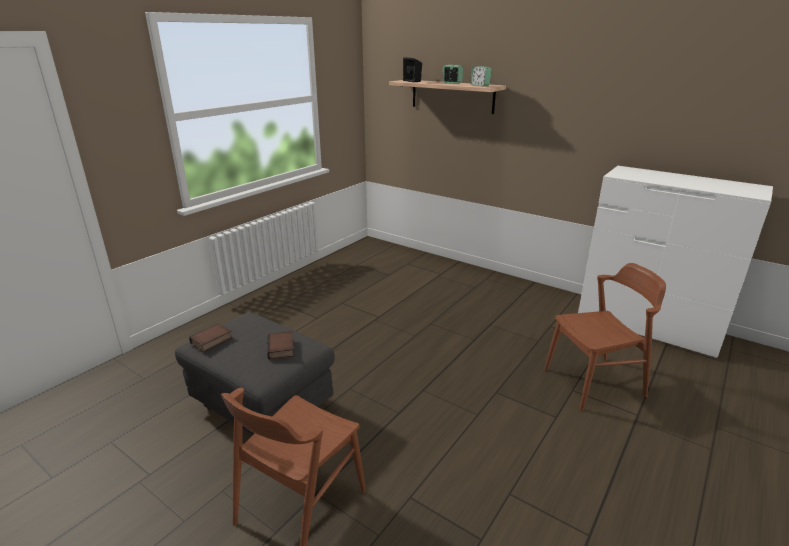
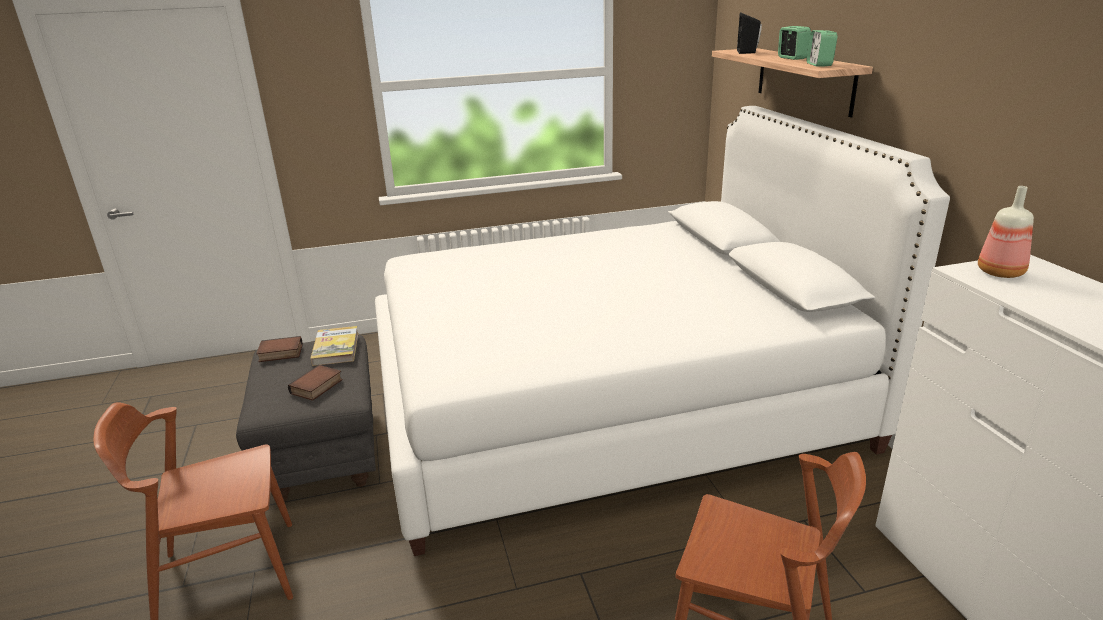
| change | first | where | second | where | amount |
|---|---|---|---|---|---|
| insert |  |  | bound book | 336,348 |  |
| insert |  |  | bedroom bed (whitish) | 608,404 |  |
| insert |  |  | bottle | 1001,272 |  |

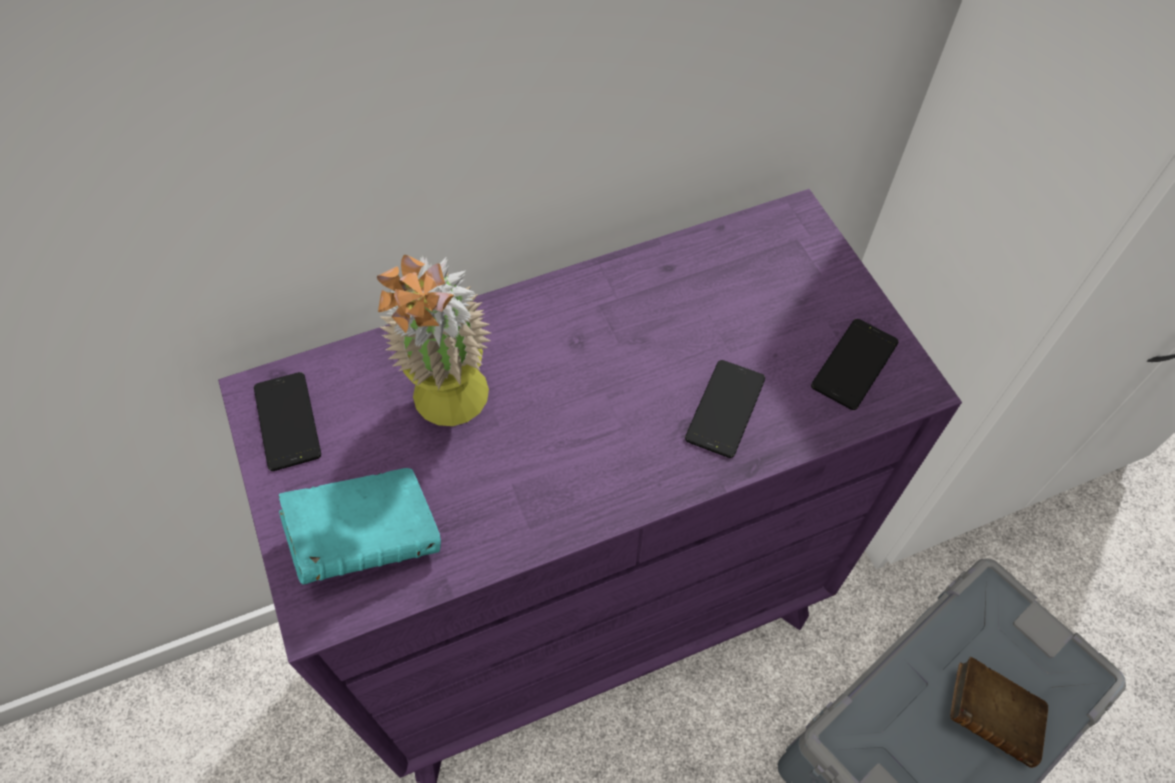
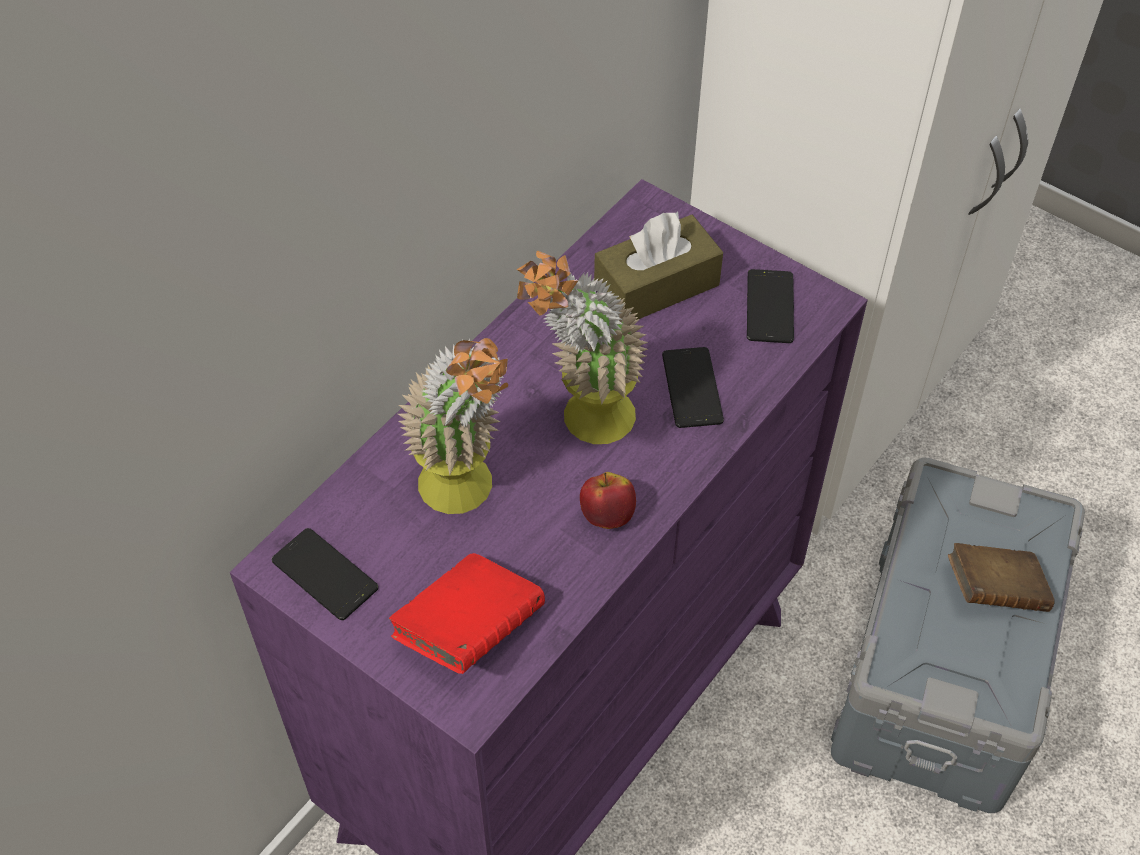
| change | first | where | second | where | amount |
|---|---|---|---|---|---|
| recolor | bound book (turquoise) | 367,539 | bound book (red) | 469,630 |  |
| insert |  |  | plant in a pot | 583,425 |  |
| insert |  |  | apple fruit | 607,515 |  |
| insert |  |  | tissue holder (brownish) | 656,286 |  |

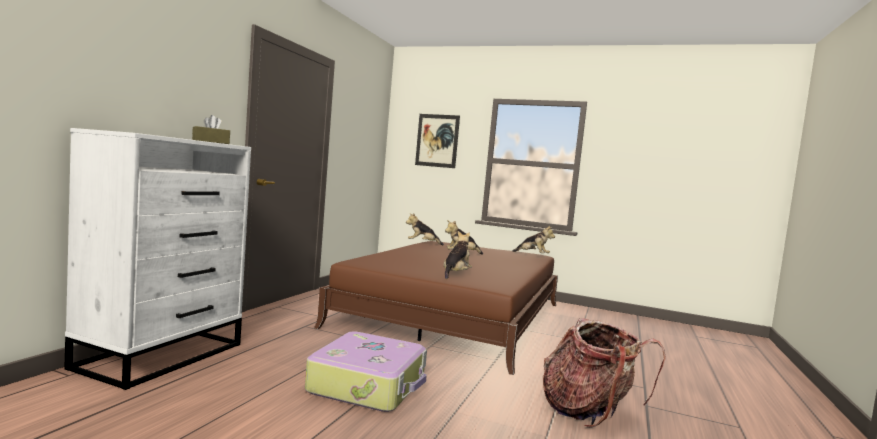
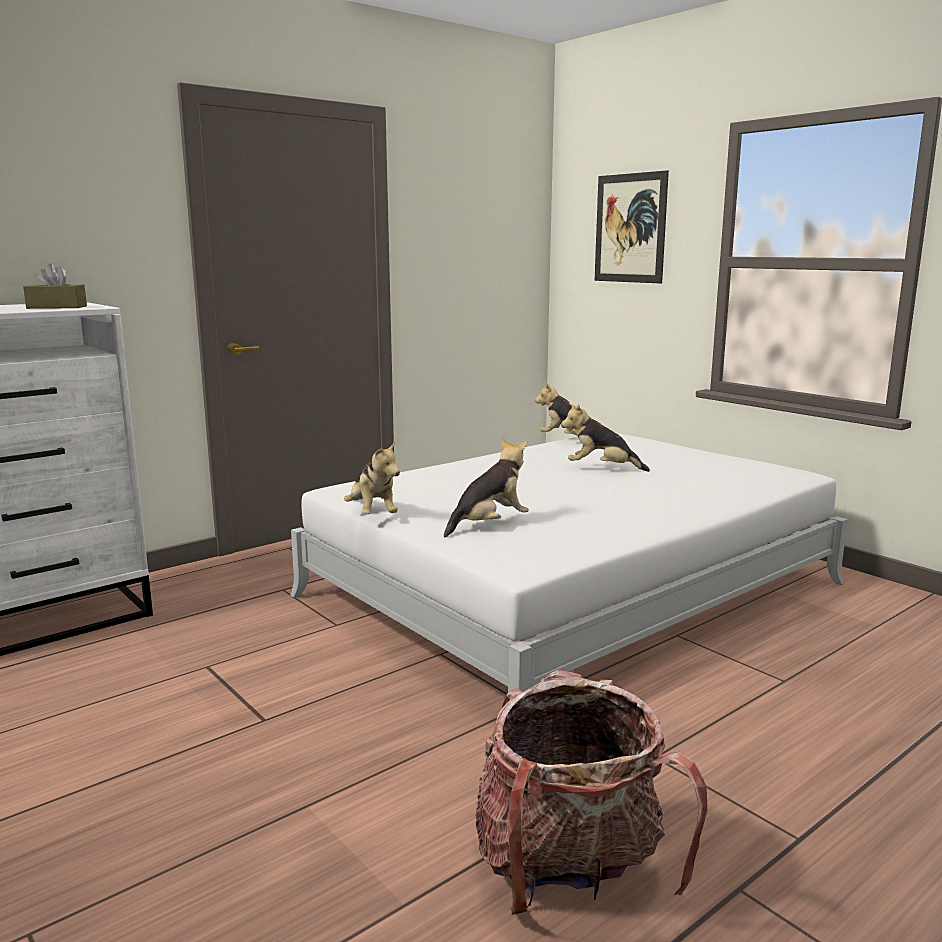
| change | first | where | second | where | amount |
|---|---|---|---|---|---|
| recolor | bedroom bed (brownish) | 454,315 | bedroom bed (whitish) | 572,589 |  |
| move | soft toy | 532,255 |  | 372,514 |  |
| delete | suitcase | 369,385 |  |  |  |

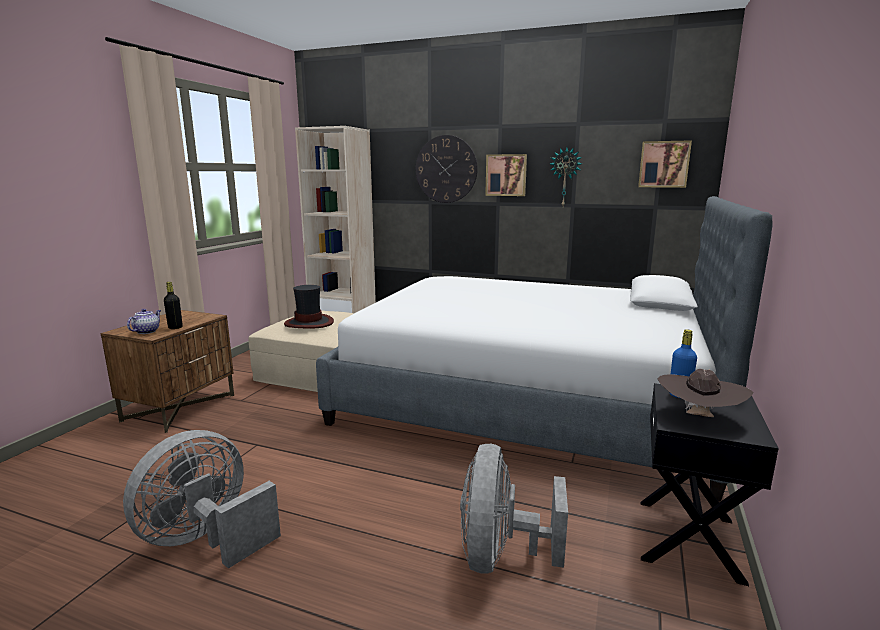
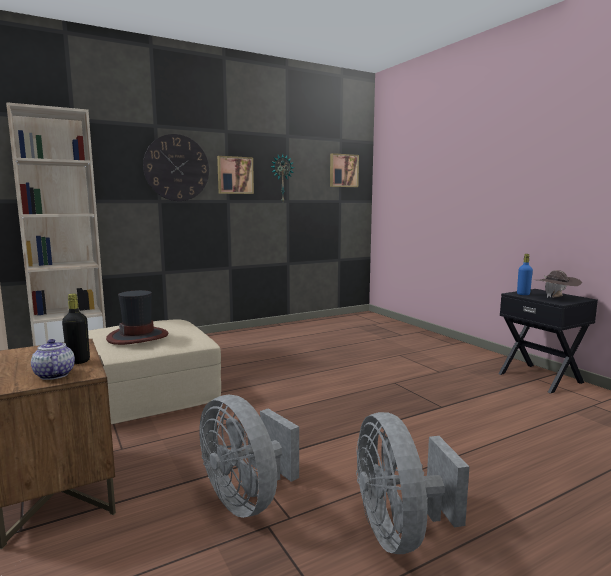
| change | first | where | second | where | amount |
|---|---|---|---|---|---|
| move | fan (greyish) | 501,555 |  | 247,499 |  |
| delete | bedroom bed | 525,401 |  |  |  |

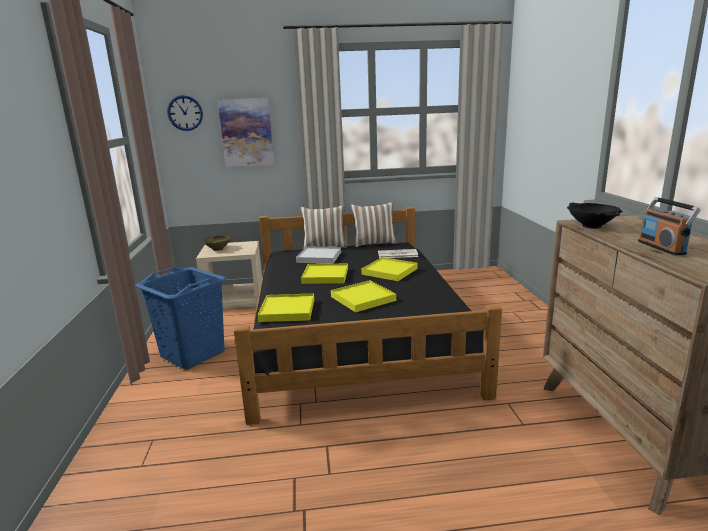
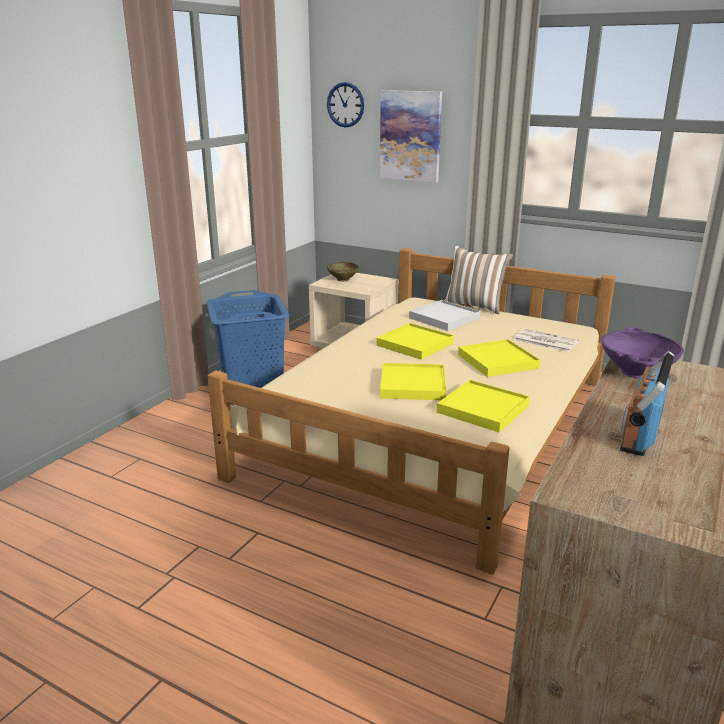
| change | first | where | second | where | amount |
|---|---|---|---|---|---|
| recolor | bedroom bed (blackish) | 354,331 | bedroom bed (sand-coloured) | 433,426 |  |
| move | carrying tray (yellow-coloured) | 287,310 |  | 483,409 |  |
| recolor | serving bowl (blackish) | 591,226 | serving bowl (purple-coloured) | 636,372 |  |
| delete | pillow | 374,243 |  |  |  |

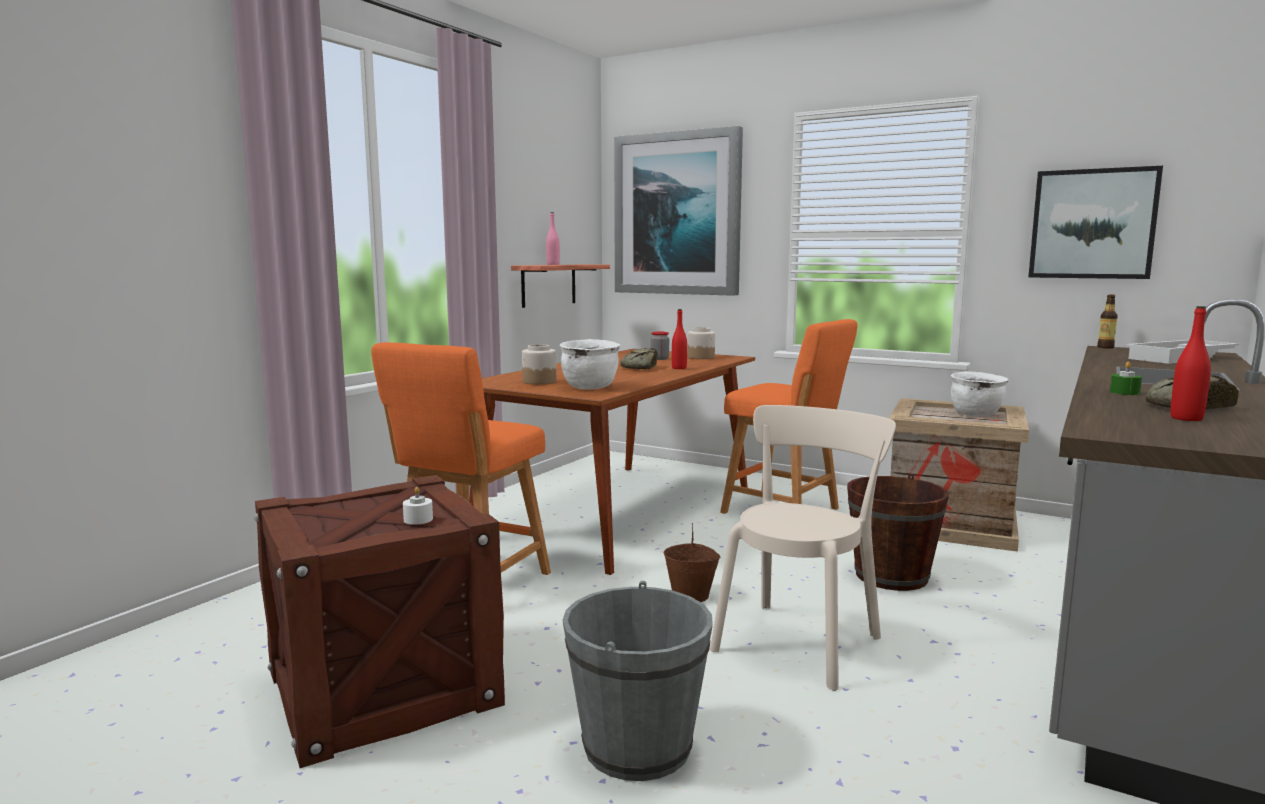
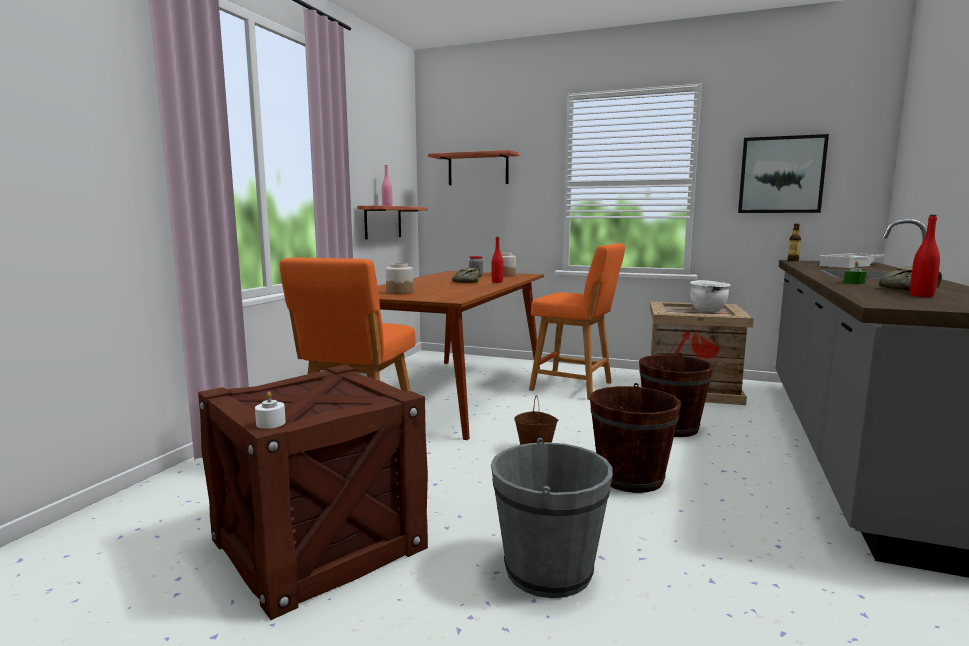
| change | first | where | second | where | amount |
|---|---|---|---|---|---|
| move | wax light (whitish) | 418,519 |  | 271,423 |  |
| replace | wall art | 678,214 | shelf | 478,169 |  |
| replace | upright chair (sand-coloured) | 799,640 | water bucket (brownish) | 630,478 |  |
| delete | cooking pot (whitish) | 590,388 |  |  |  |

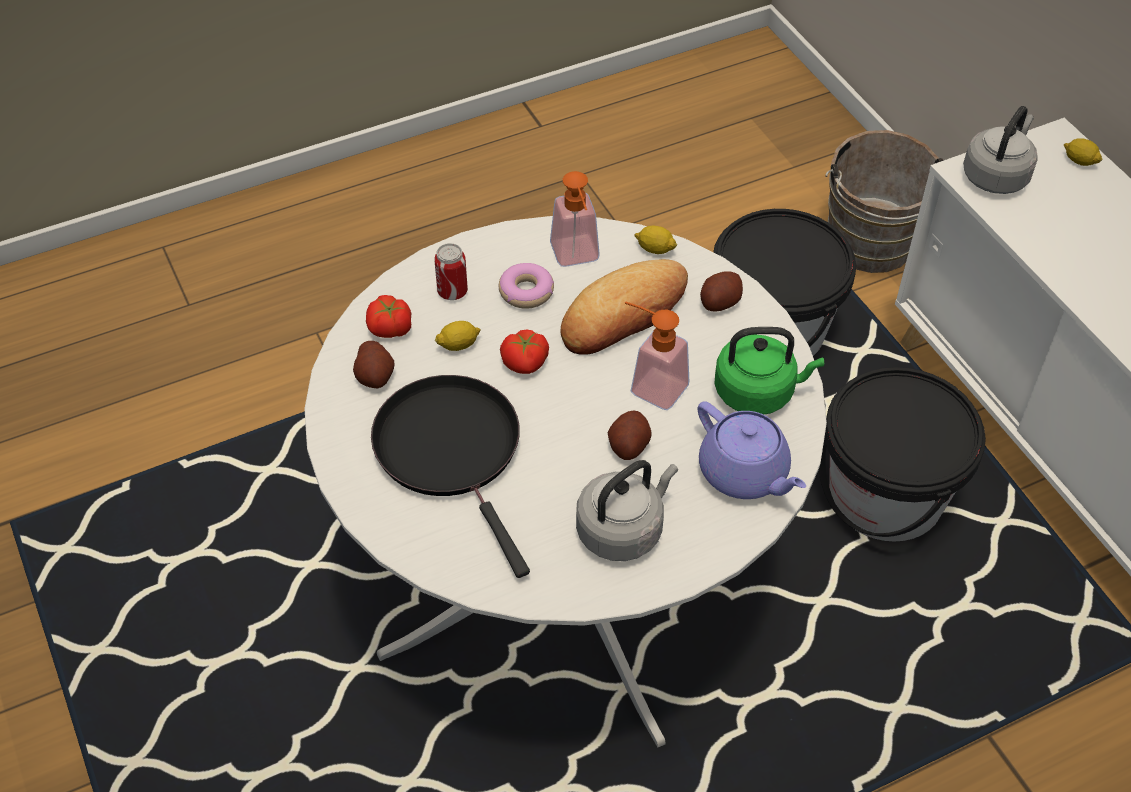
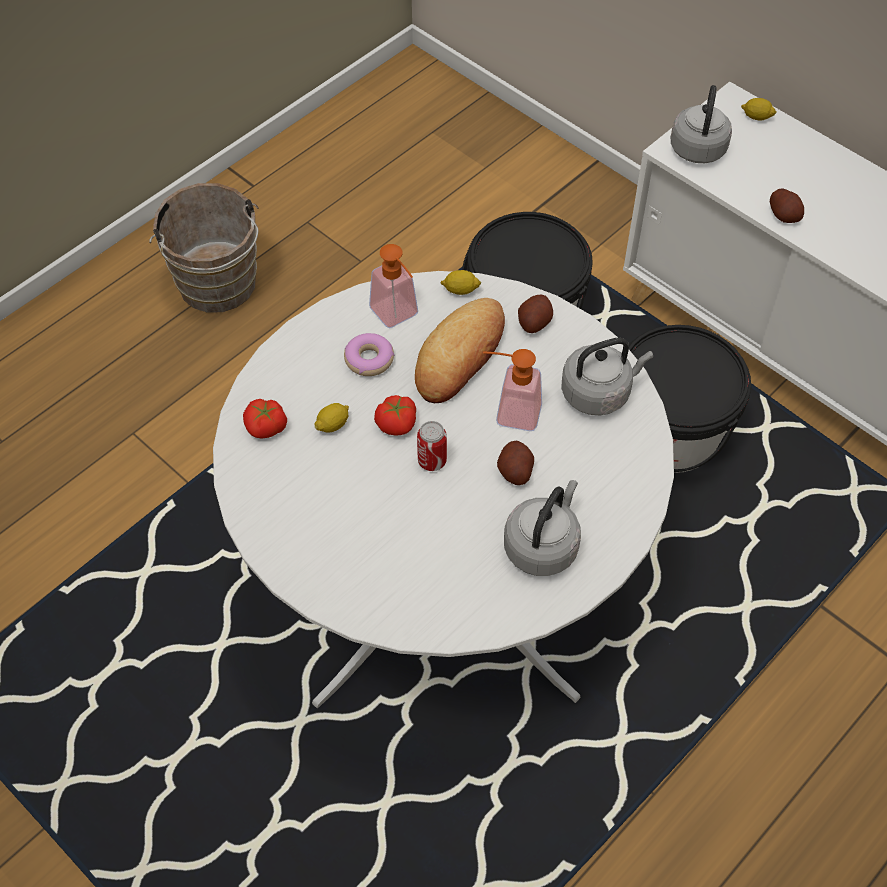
| change | first | where | second | where | amount |
|---|---|---|---|---|---|
| move | water bucket (brownish) | 871,248 |  | 219,288 |  |
| move | can | 452,292 |  | 432,461 |  |
| recolor | kettle (green-coloured) | 758,392 | kettle (greyish) | 599,392 |  |
| move | spud | 375,376 |  | 784,215 |  |
| delete | pan (blackish) | 452,451 |  |  |  |
| delete | tea pot (purple-coloured) | 744,473 |  |  |  |

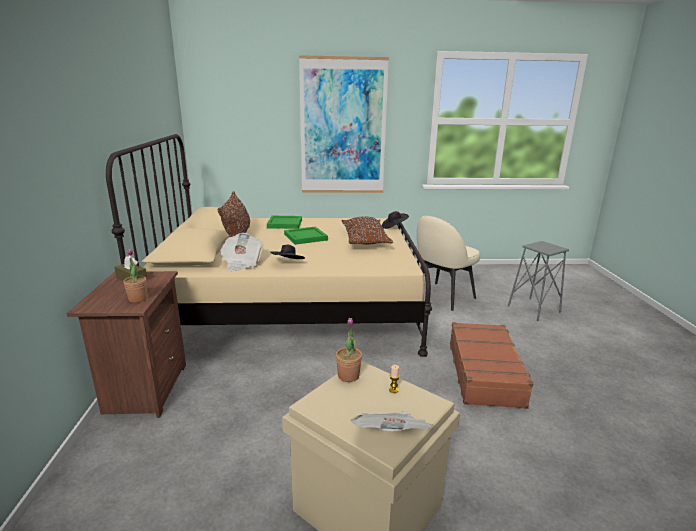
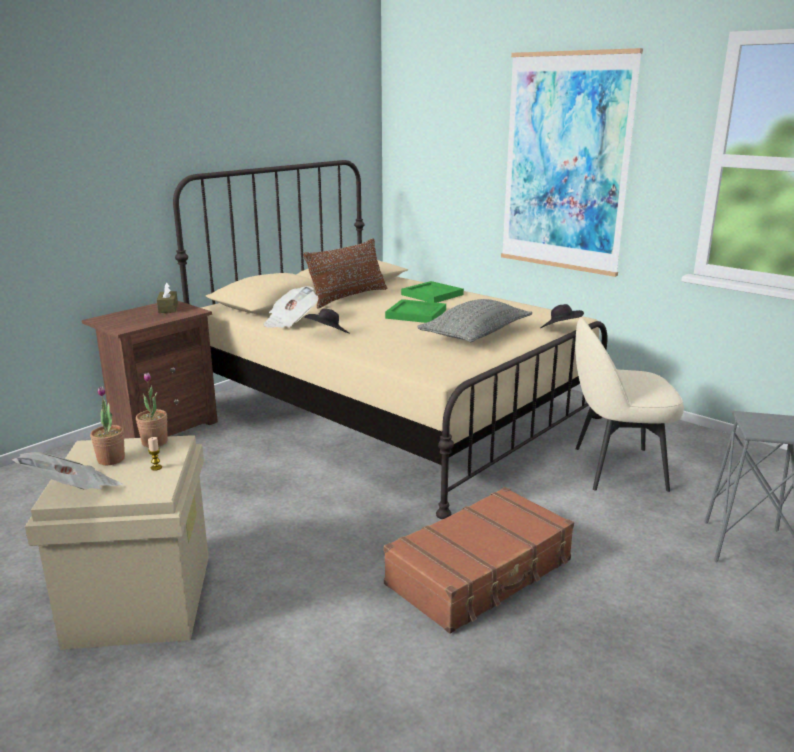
| change | first | where | second | where | amount |
|---|---|---|---|---|---|
| move | plant in a pot | 138,299 |  | 111,459 |  |
| recolor | pillow (brownish) | 365,240 | pillow (greyish) | 476,334 |  |

